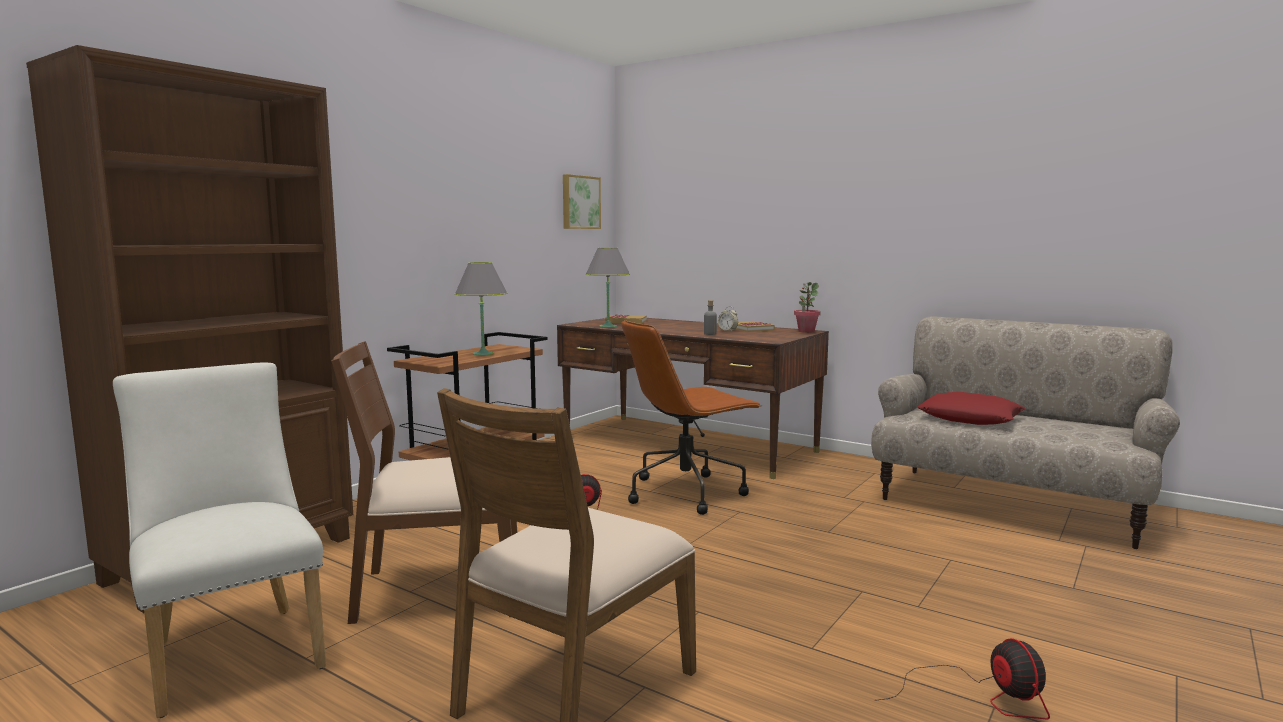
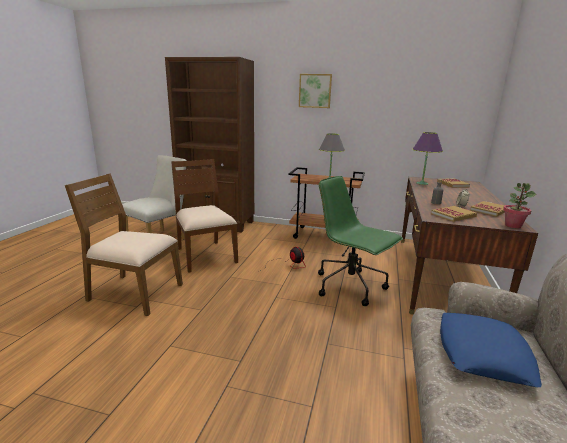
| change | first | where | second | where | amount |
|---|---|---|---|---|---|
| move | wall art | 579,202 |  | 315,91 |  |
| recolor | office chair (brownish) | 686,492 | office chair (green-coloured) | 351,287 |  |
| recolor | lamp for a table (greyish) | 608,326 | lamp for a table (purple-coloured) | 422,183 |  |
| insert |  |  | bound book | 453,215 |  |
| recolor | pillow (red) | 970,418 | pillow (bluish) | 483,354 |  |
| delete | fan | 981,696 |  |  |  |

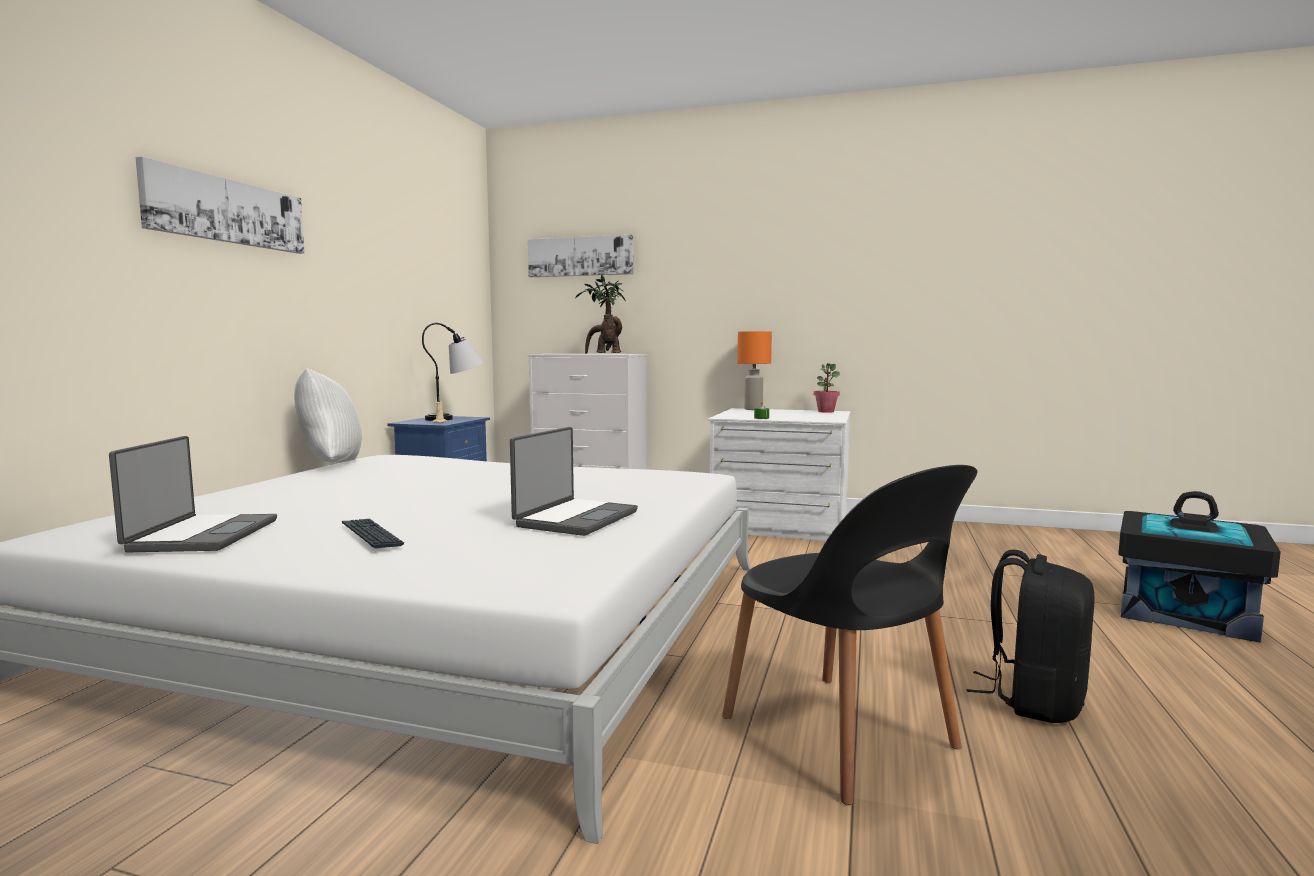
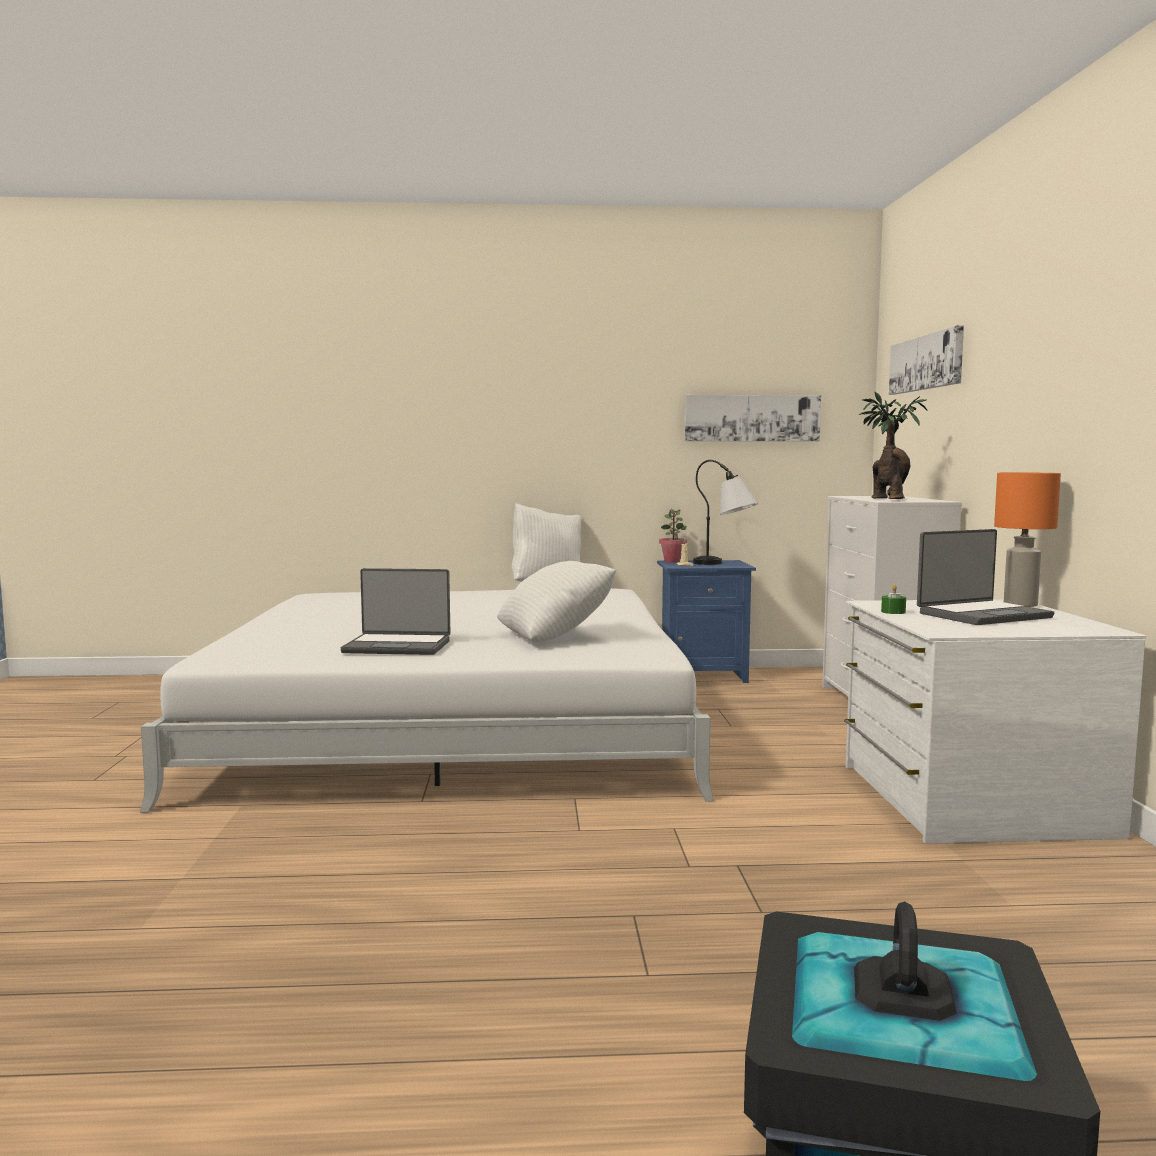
| change | first | where | second | where | amount |
|---|---|---|---|---|---|
| insert |  |  | pillow (whitish) | 555,637 |  |
| move | plant in a pot | 826,411 |  | 672,561 |  |
| move | wall art | 227,211 |  | 751,418 |  |
| move | portable computer | 201,535 |  | 982,615 |  |
| delete | keyboard | 371,535 |  |  |  |
| delete | upright chair (blackish) | 841,736 |  |  |  |
| delete | knapsack (blackish) | 1034,700 |  |  |  |

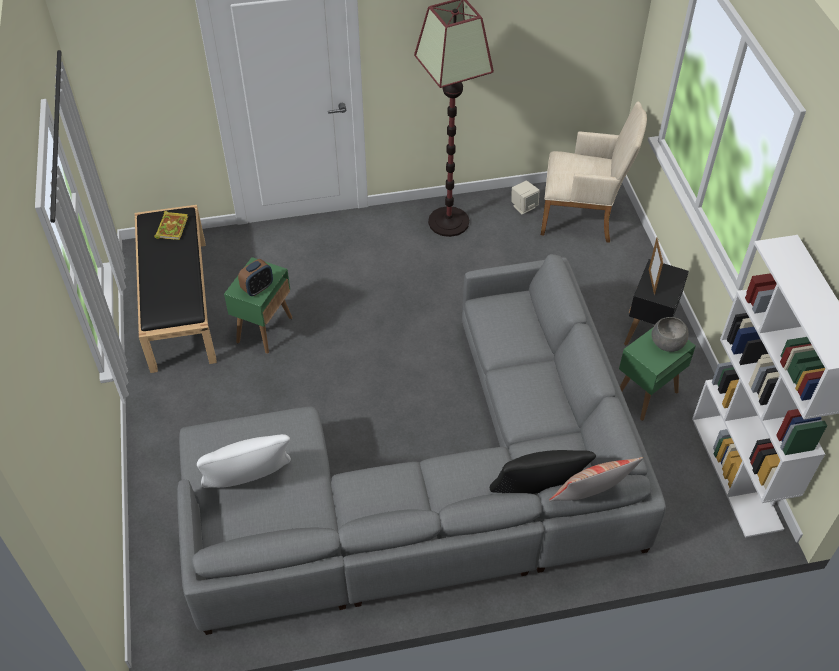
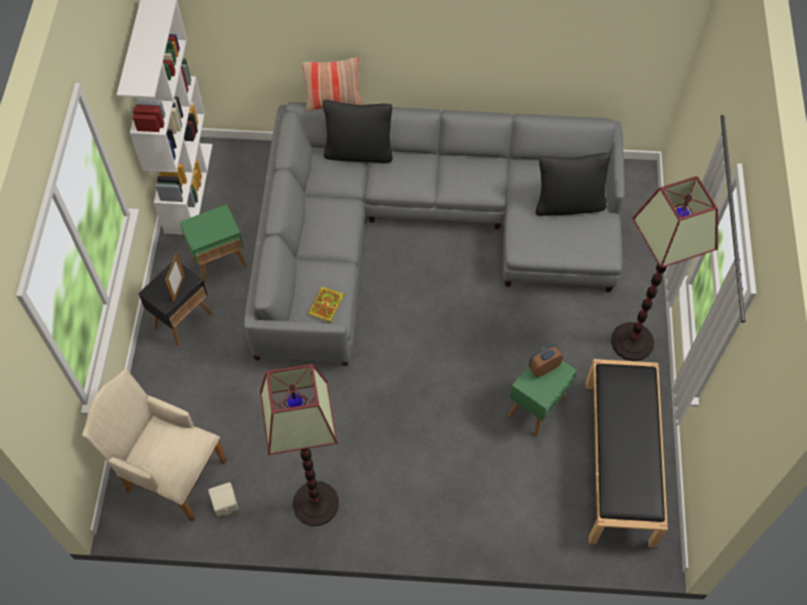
| change | first | where | second | where | amount |
|---|---|---|---|---|---|
| move | bound book | 172,227 |  | 326,306 |  |
| recolor | pillow (whitish) | 250,484 | pillow (blackish) | 568,204 |  |
| insert |  |  | standard lamp | 631,341 |  |
| delete | serving bowl (greyish) | 667,342 |  |  |  |

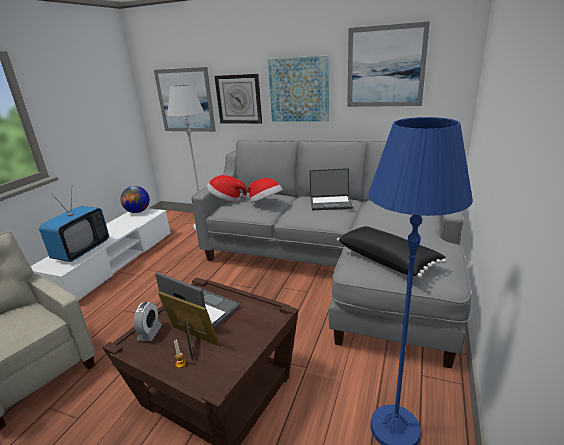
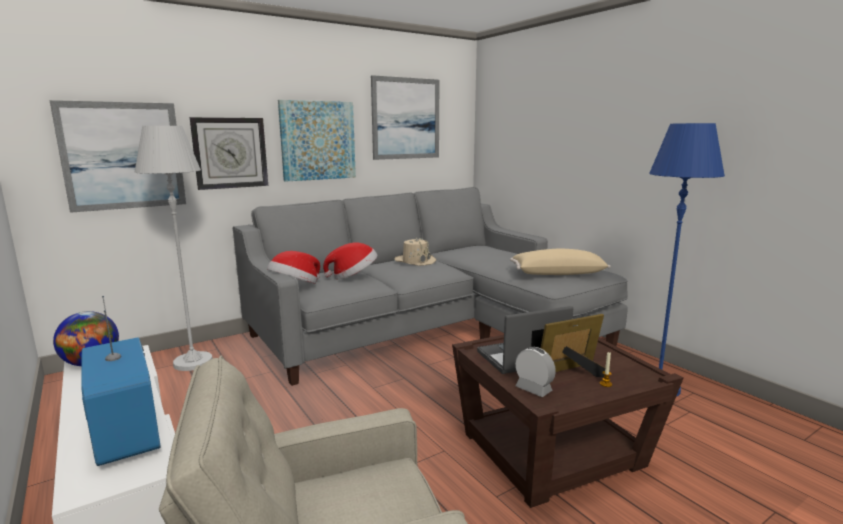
| change | first | where | second | where | amount |
|---|---|---|---|---|---|
| replace | portable computer | 330,203 | wearable hat (sand-coloured) | 415,261 |  |
| recolor | pillow (blackish) | 387,259 | pillow (sand-coloured) | 557,273 |  |

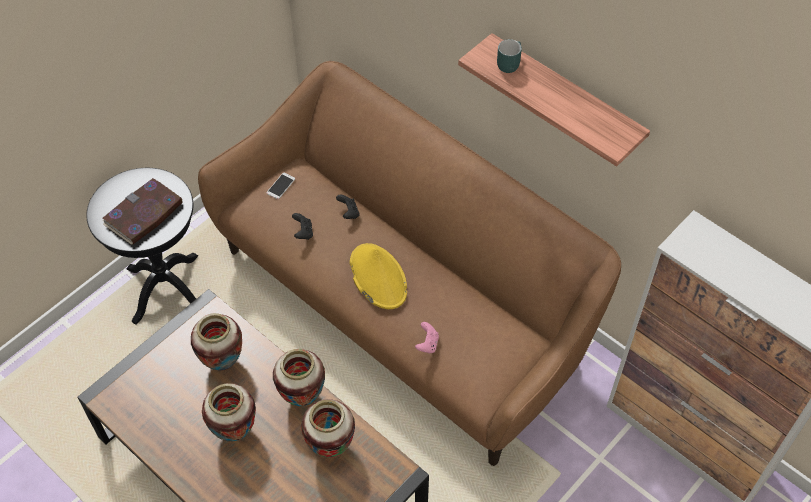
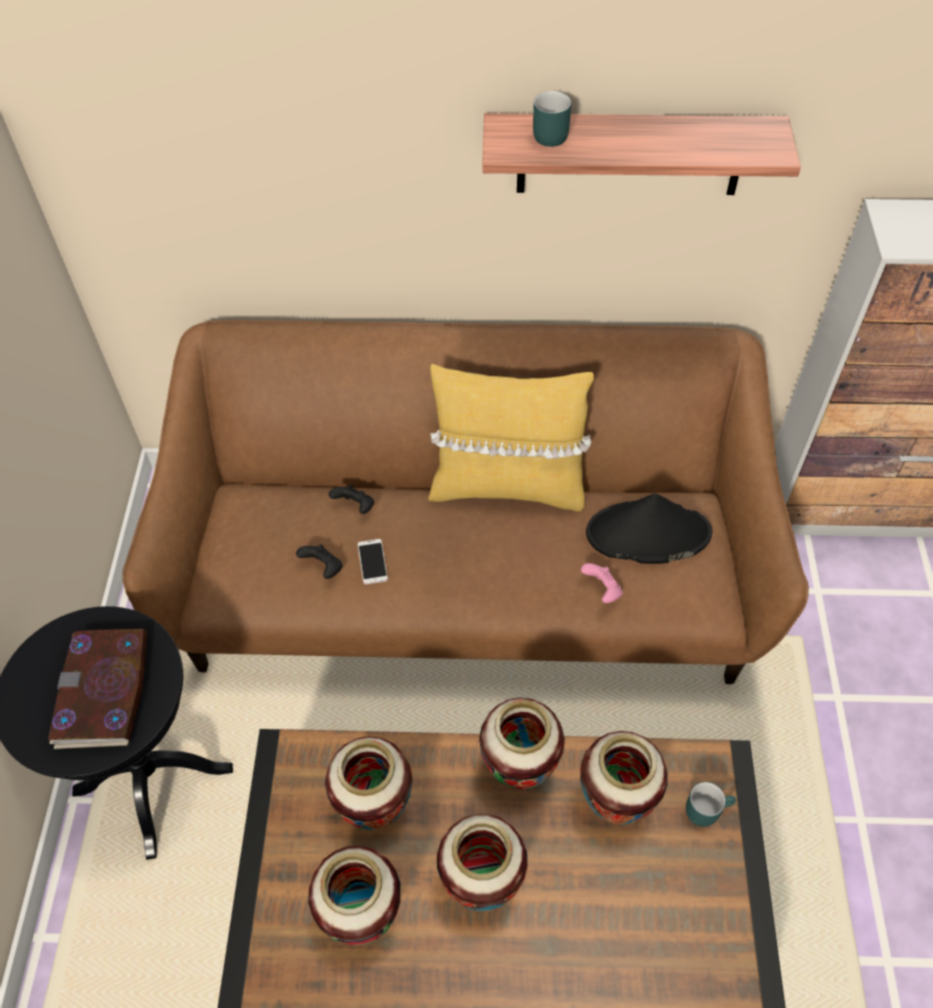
| change | first | where | second | where | amount |
|---|---|---|---|---|---|
| insert |  |  | vase | 363,916 |  |
| move | handset | 281,186 |  | 372,562 |  |
| insert |  |  | pillow (yellow-coloured) | 507,486 |  |
| insert |  |  | wearable hat (blackish) | 647,534 |  |
| insert |  |  | mug (turquoise) | 706,808 |  |
| delete | wearable hat (yellow-coloured) | 377,277 |  |  |  |

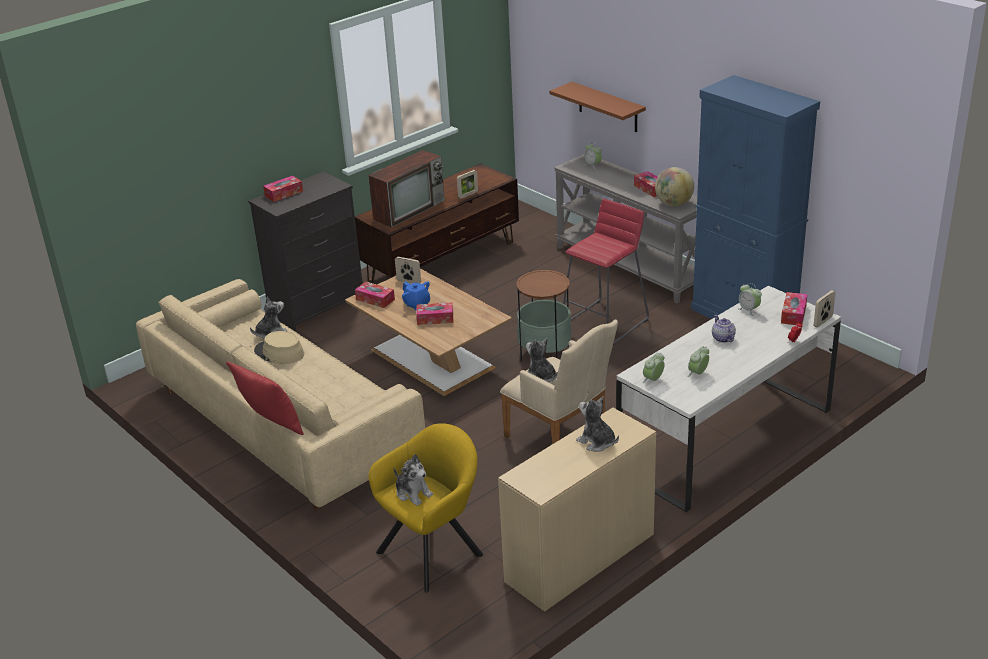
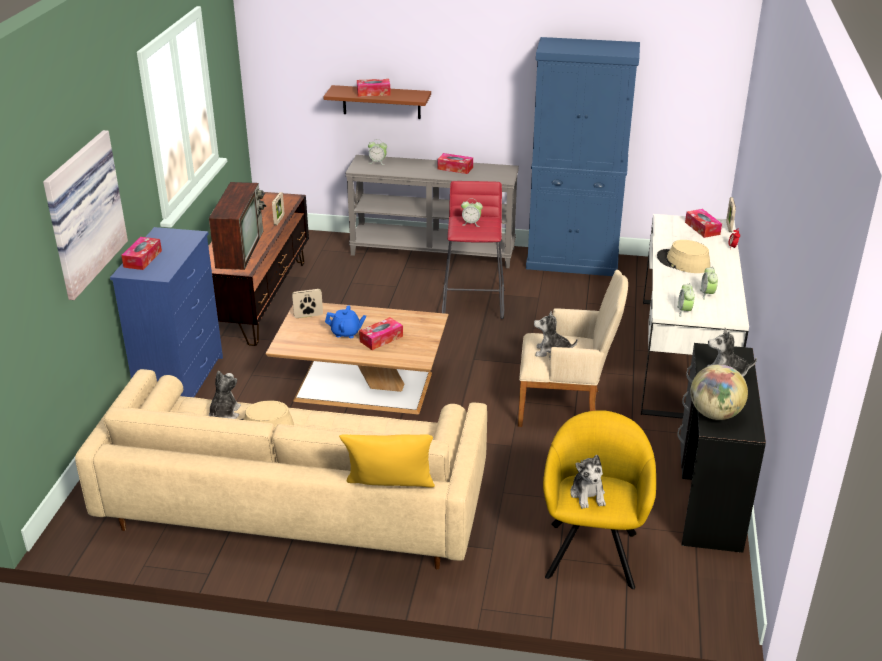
| change | first | where | second | where | amount |
|---|---|---|---|---|---|
| insert |  |  | wall art | 81,213 |  |
| recolor | dresser (blackish) | 318,306 | dresser (bluish) | 182,381 |  |
| recolor | pillow (red) | 271,426 | pillow (yellow-coloured) | 389,493 |  |
| move | tissue holder | 375,299 |  | 373,93 |  |
| move | bedside clock | 749,310 |  | 471,223 |  |
| rotate | soft toy | 413,493 |  | 588,494 | 75 degrees clockwise |
| replace | tea pot | 722,338 | wearable hat (sand-coloured) | 683,262 |  |
| recolor | desk (sand-coloured) | 578,557 | desk (blackish) | 707,496 |  |
| move | globe | 673,204 |  | 714,414 |  |
| delete | side table | 545,354 |  |  |  |

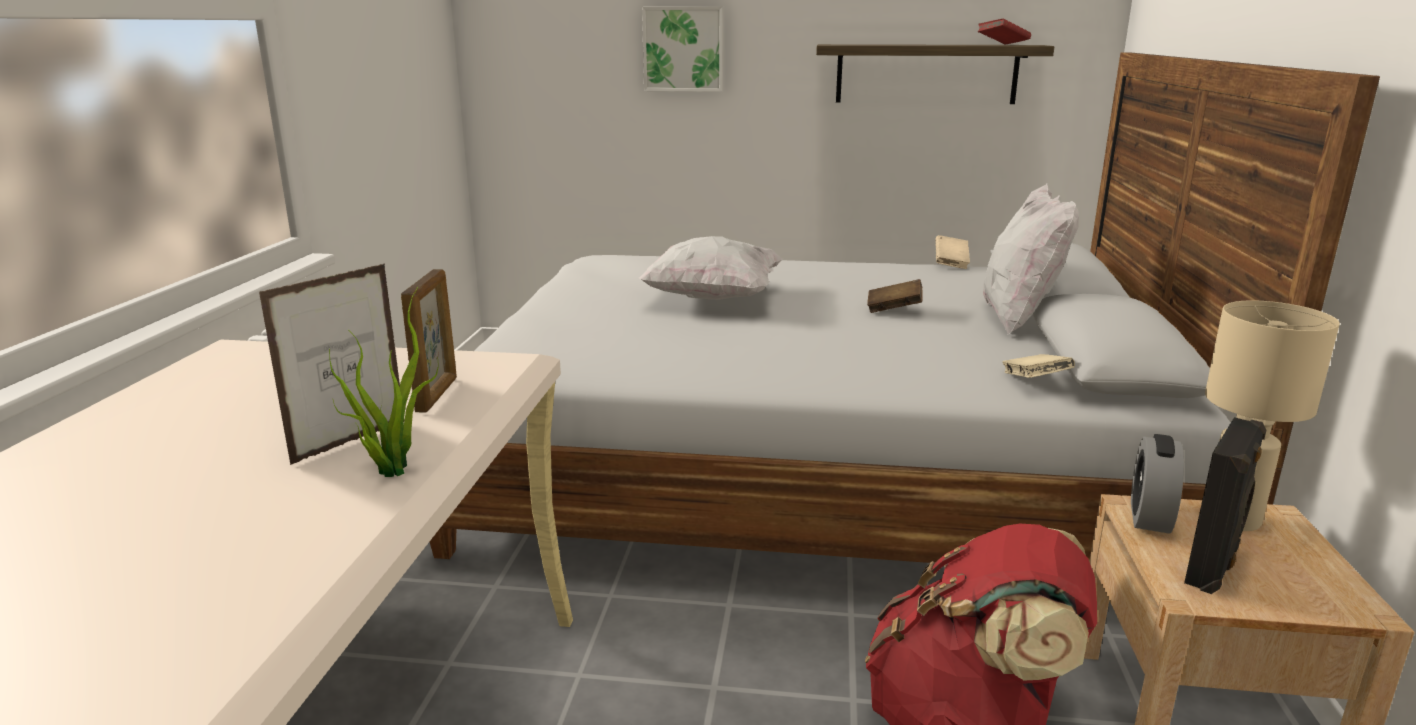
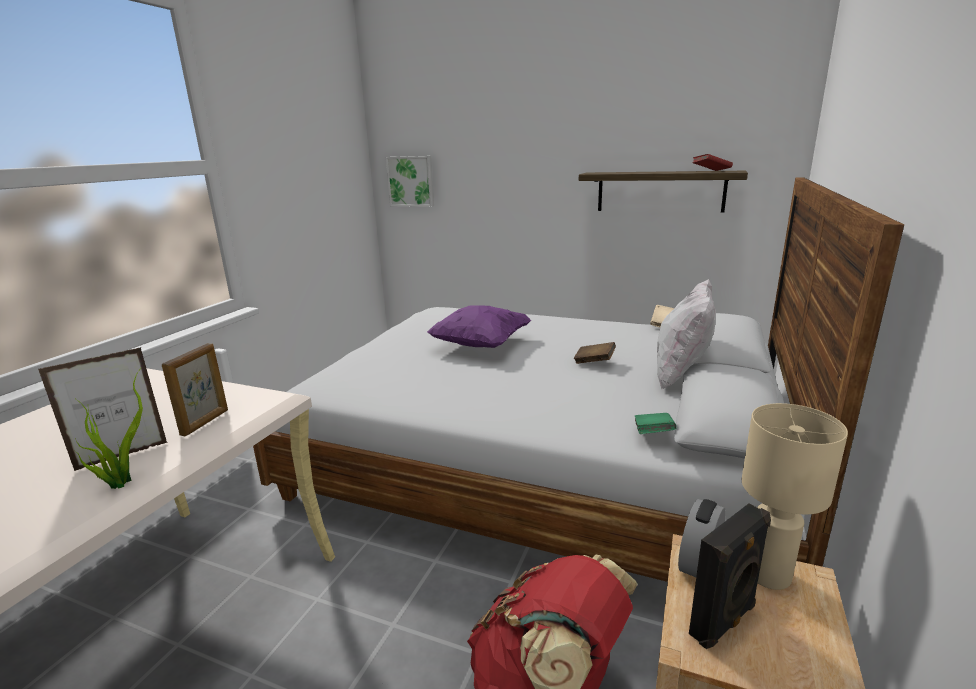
| change | first | where | second | where | amount |
|---|---|---|---|---|---|
| move | wall art | 684,49 |  | 411,181 |  |
| recolor | pillow (whitish) | 712,298 | pillow (purple-coloured) | 480,345 |  |
| recolor | bound book (sand-coloured) | 1034,382 | bound book (green-coloured) | 653,434 |  |

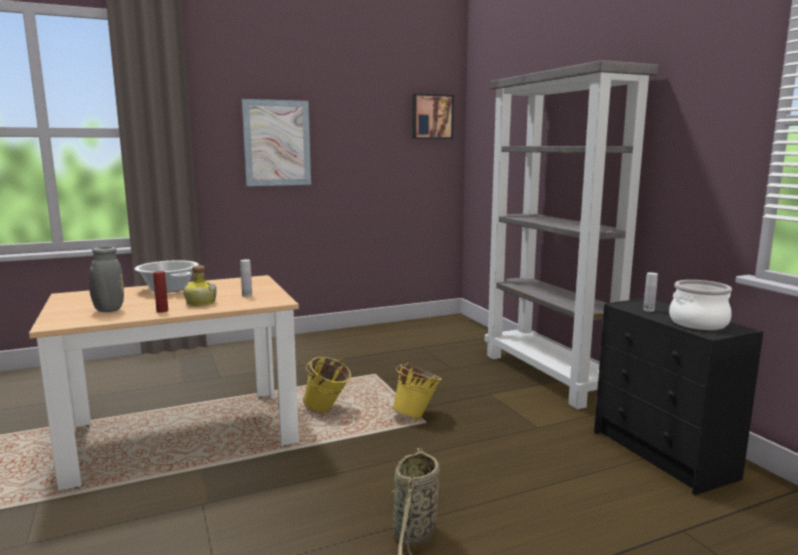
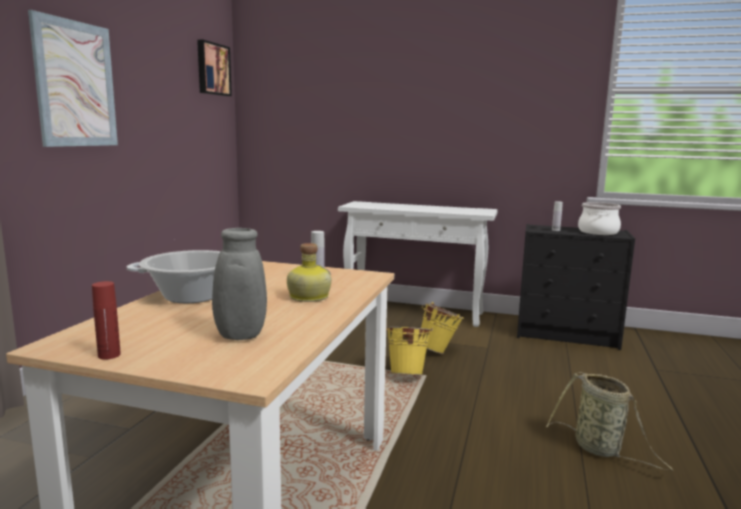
| change | first | where | second | where | amount |
|---|---|---|---|---|---|
| move | bottle (red) | 162,311 |  | 109,355 |  |
| replace | shelving unit (greyish) | 549,376 | narrow table (whitish) | 415,312 |  |
| move | water bucket (yellow-coloured) | 327,411 |  | 439,351 |  |

